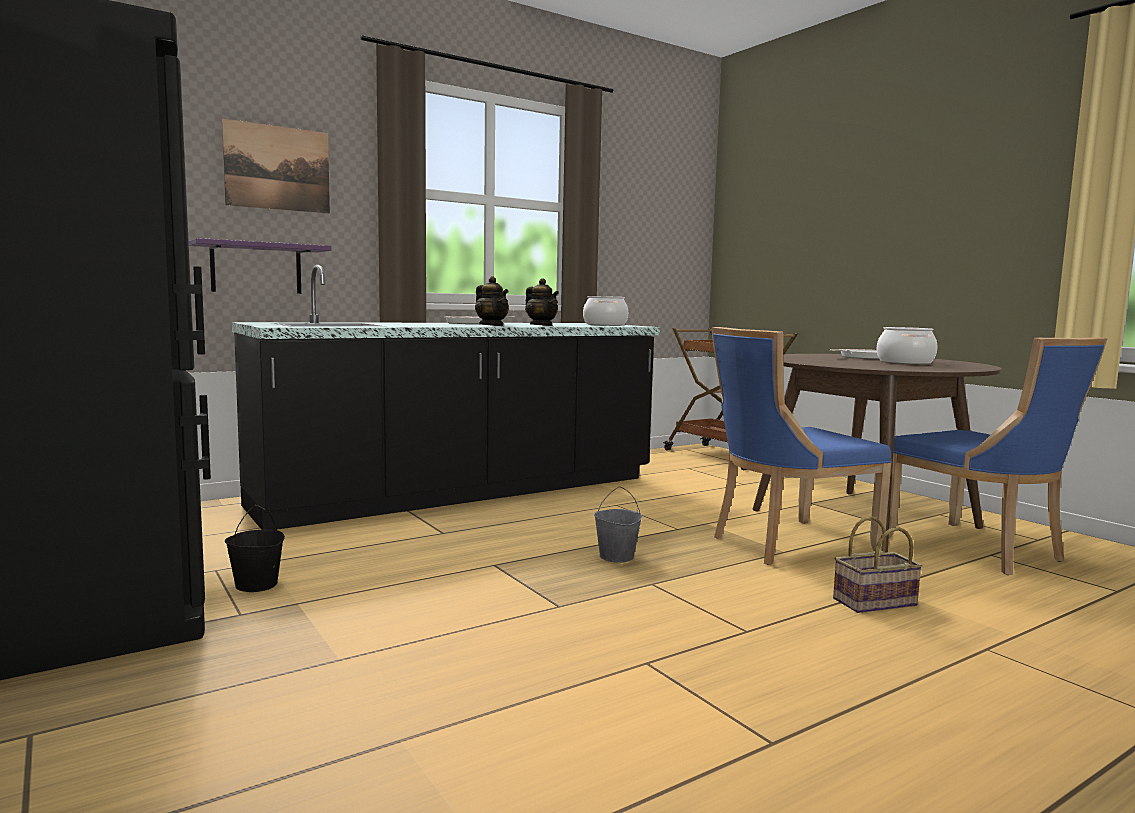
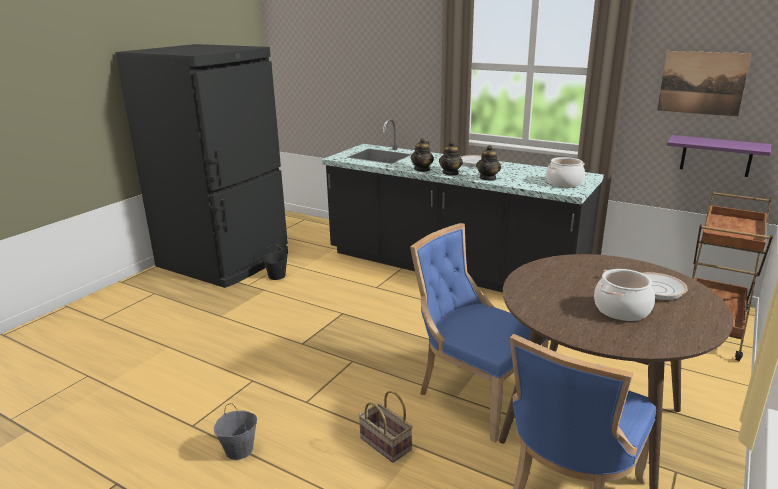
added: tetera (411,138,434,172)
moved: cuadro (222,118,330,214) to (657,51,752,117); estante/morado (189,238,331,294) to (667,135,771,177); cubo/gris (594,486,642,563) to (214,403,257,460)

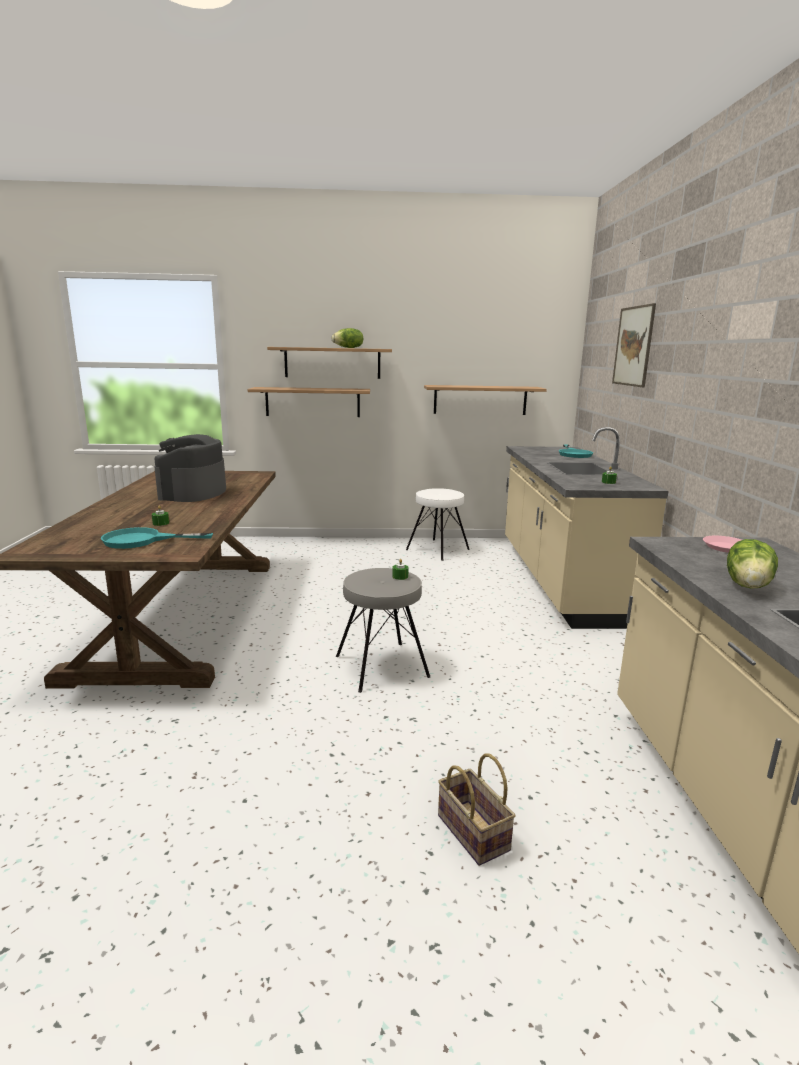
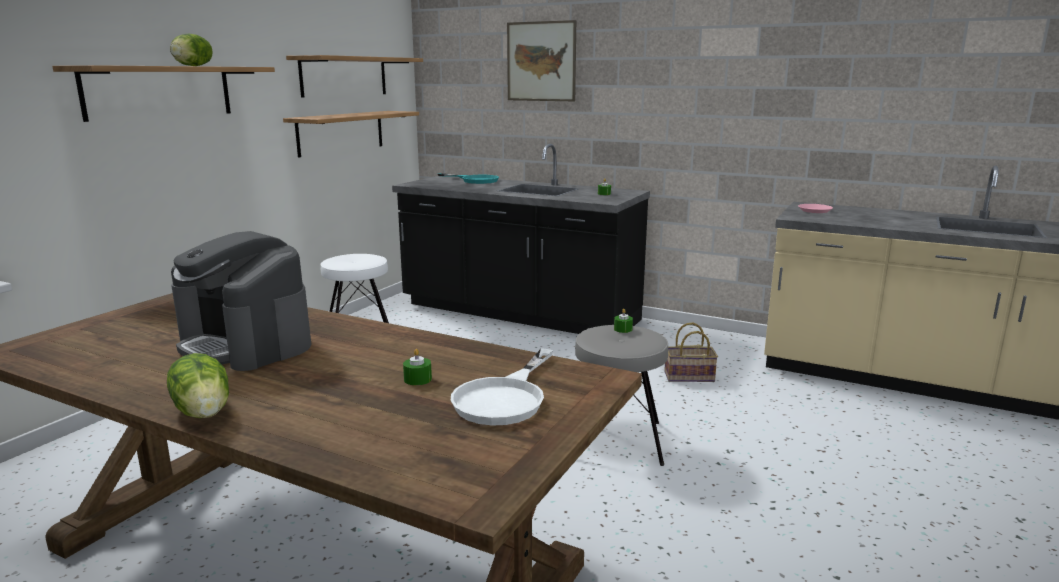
moved: estante (247,387,370,417) to (286,55,423,98); lechuga (727,539,778,589) to (167,353,229,418); cesta (438,753,516,866) to (664,322,718,382)
recoloured: mueble bajo de cocina/beis (505,427,669,629) to mueble bajo de cocina/negro (392,144,650,334); sartén/turquesa (101,527,213,549) to sartén/blanco (451,348,553,426)

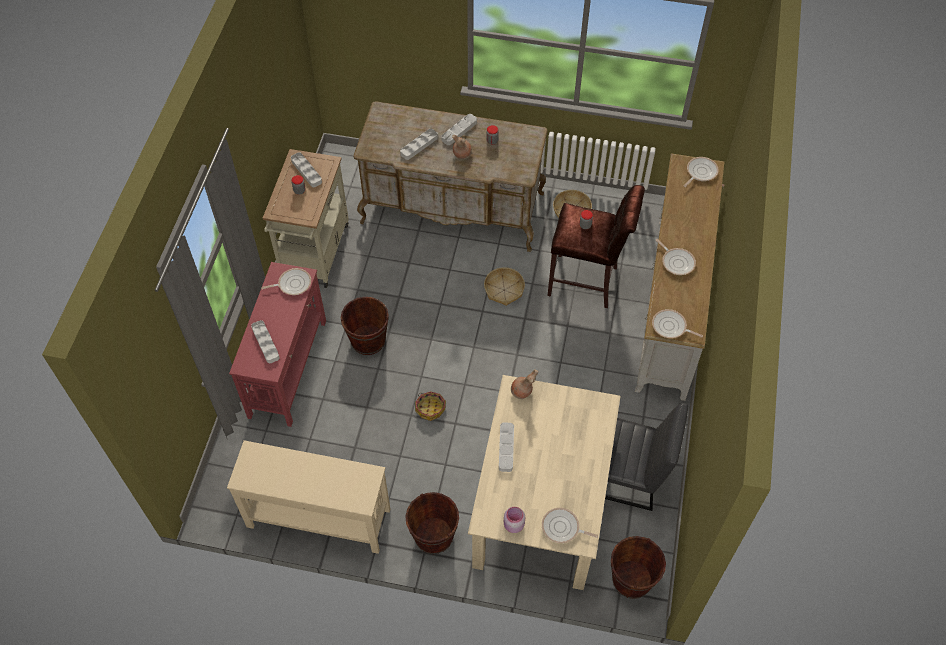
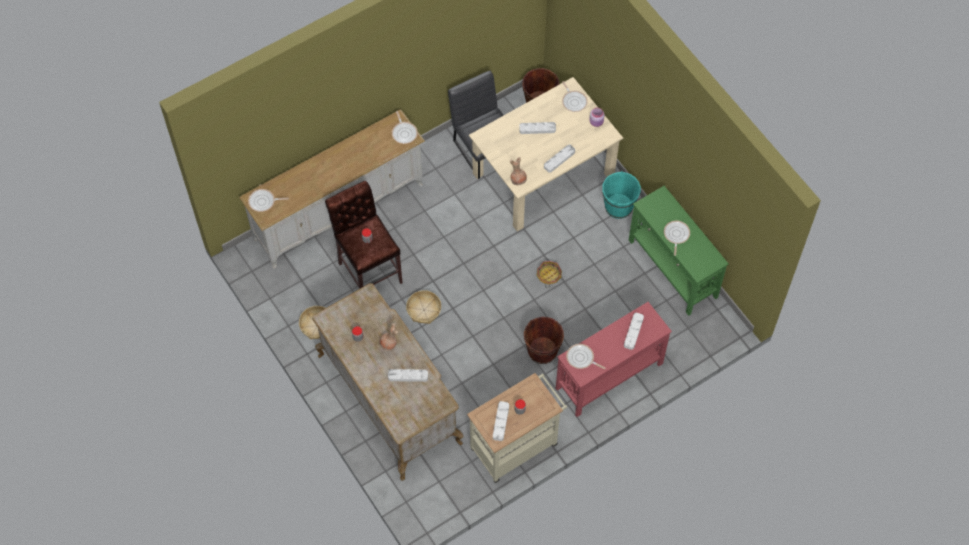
moved: bandeja/gris (441,114,477,145) to (519,122,556,134); sartén (656,239,696,275) to (664,221,690,256)
recoloured: mesa consola/beis (227,440,390,554) to mesa consola/verde (629,186,729,316); cubo/marrón (405,492,459,554) to cubo/turquesa (602,171,641,219)

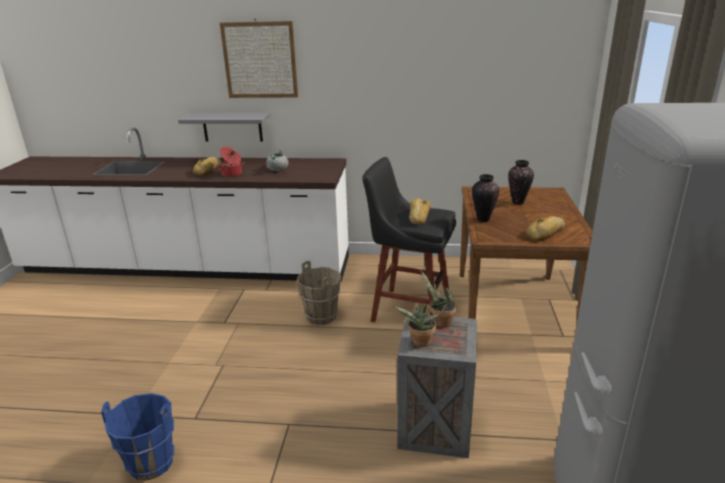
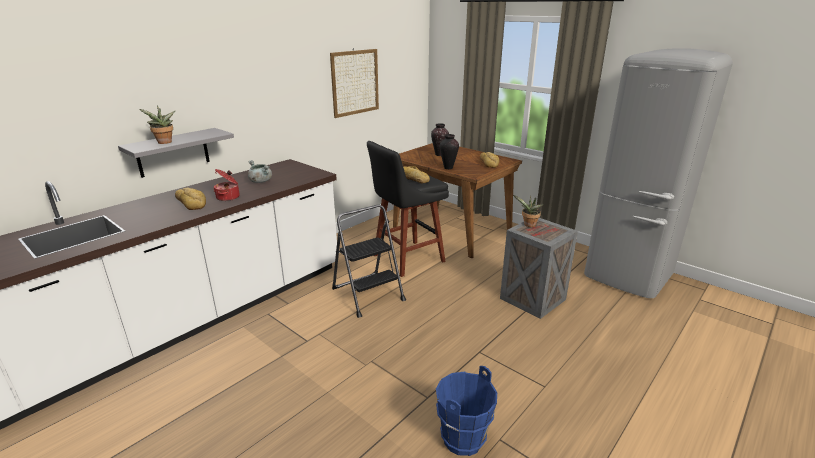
moved: cuadro (220,19,298,98) to (330,48,379,118); planta en maceta (394,303,441,347) to (139,105,175,144)
replaced: cubo/marrón (297,261,341,325) to escalera de tijera/negro (332,205,406,318)

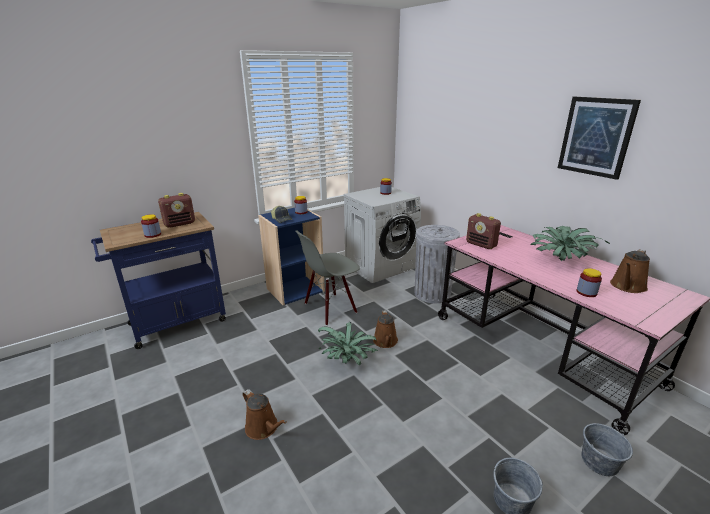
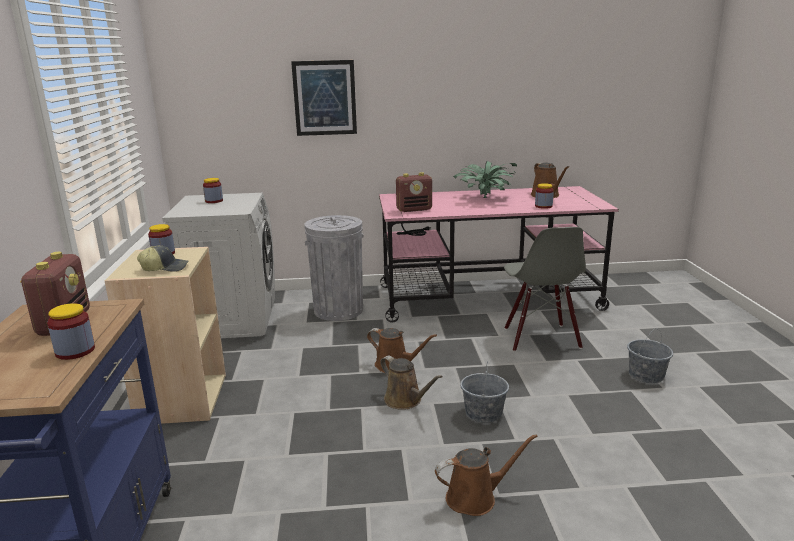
moved: cuadro (558,97,641,180) to (291,60,357,136); silla/gris (295,230,360,326) to (504,227,586,352); cubo/gris (581,423,633,476) to (460,361,509,423)
replaced: planta en maceta (318,322,378,366) to regadera/marrón (380,355,443,410)
recoloured: estantería/azul (258,208,325,305) to estantería/beis (105,247,226,424)

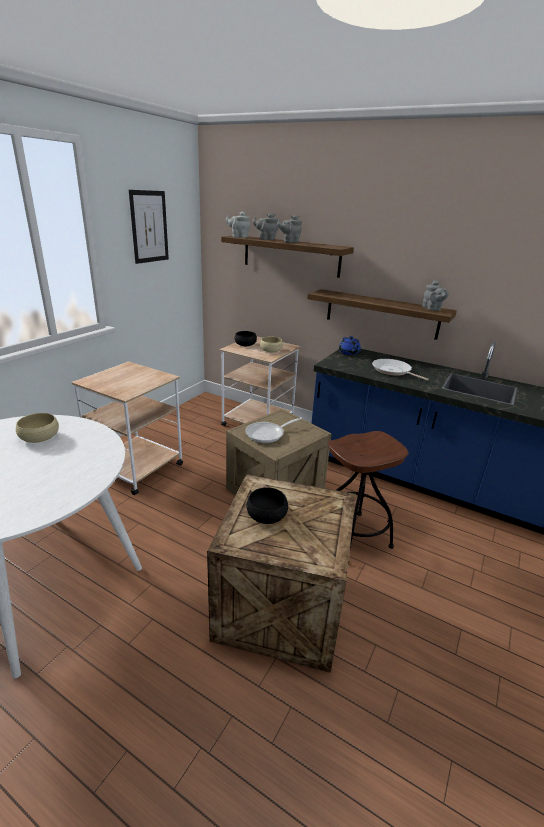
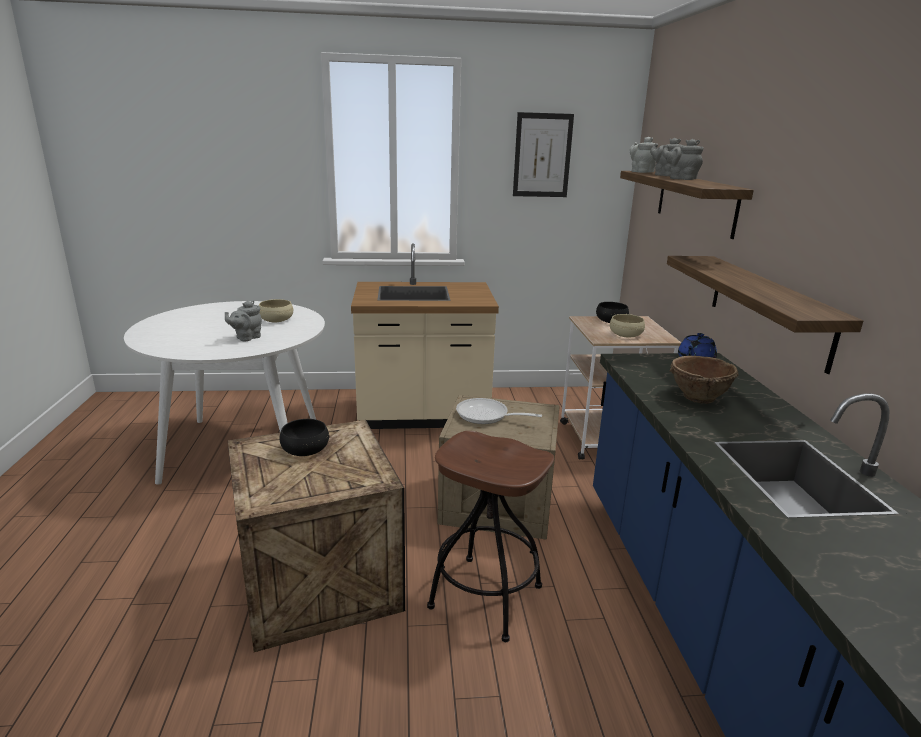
moved: tetera/gris (422,280,449,311) to (225,300,262,341)
replaced: sartén (372,359,429,380) to cuenco/marrón (669,356,739,404); carrito/beis (71,362,183,495) to mueble bajo de cocina/beis (351,243,499,429)

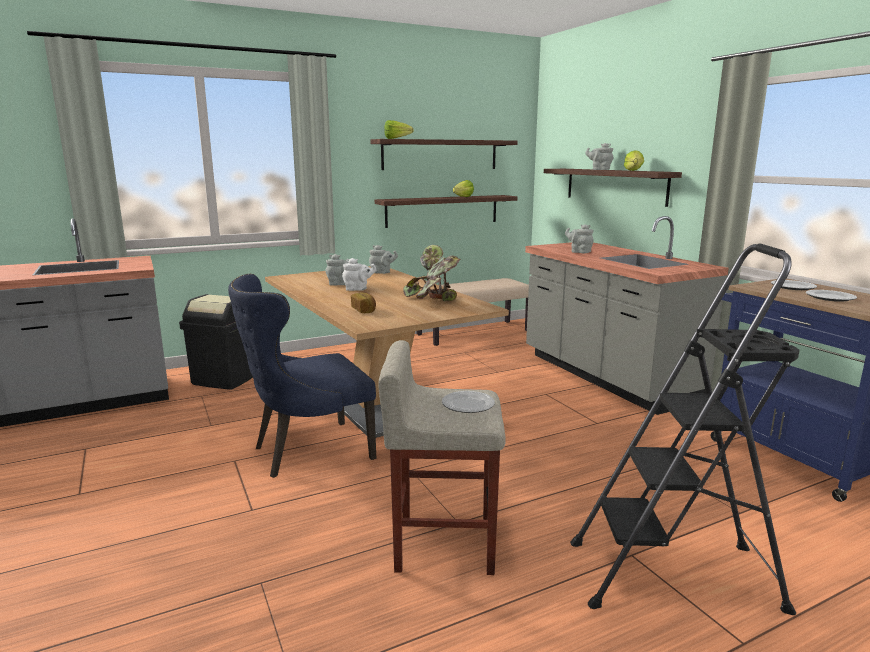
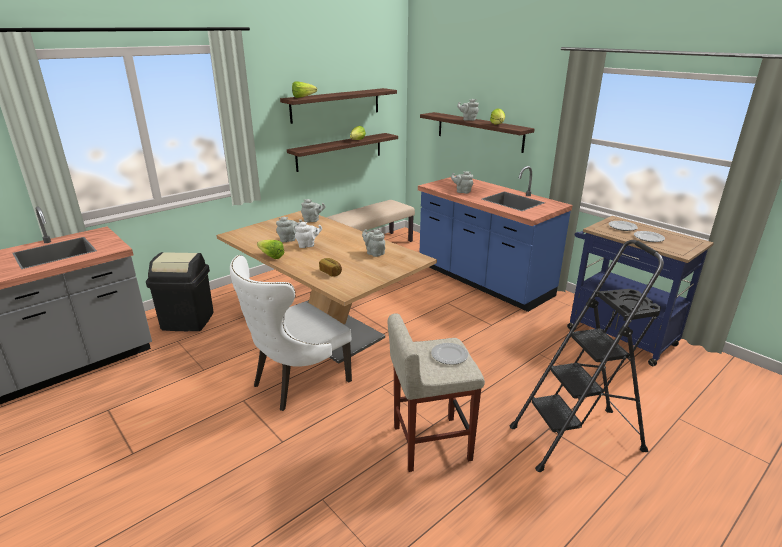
added: lechuga (257,240,284,259)
replaced: planta en maceta (403,245,461,302) to tetera/gris (362,229,385,257)
recoloured: mueble bajo de cocina/gris (525,216,729,415) to mueble bajo de cocina/azul (418,166,573,312); silla/azul (228,274,376,478) to silla/blanco (230,255,352,411)

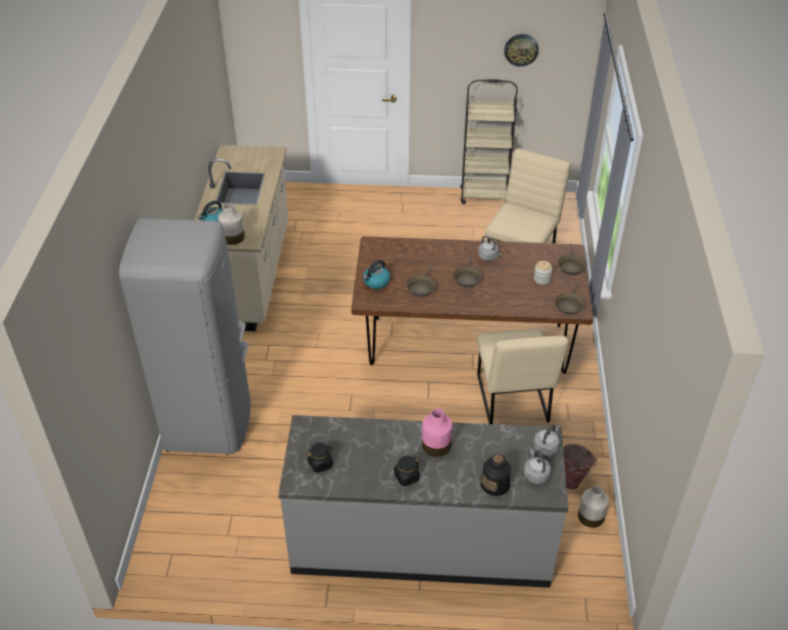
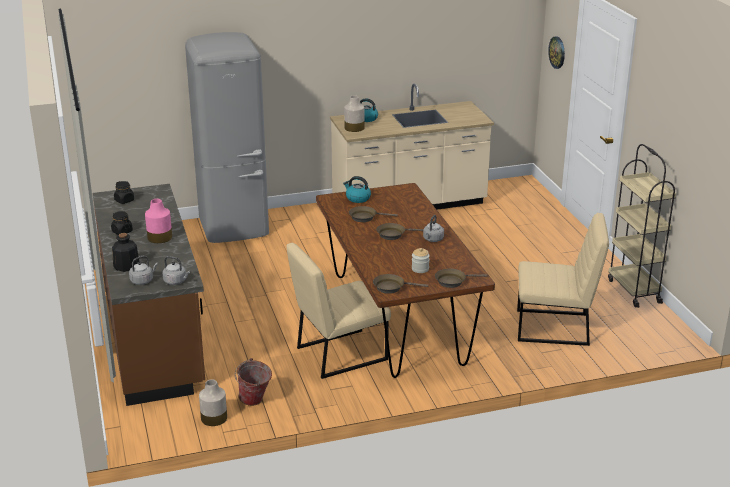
moved: reloj de pared (504,34,539,67) to (548,36,565,69)
recoloured: mueble bajo de cocina/gris (278,415,568,588) to mueble bajo de cocina/marrón (92,184,205,406)

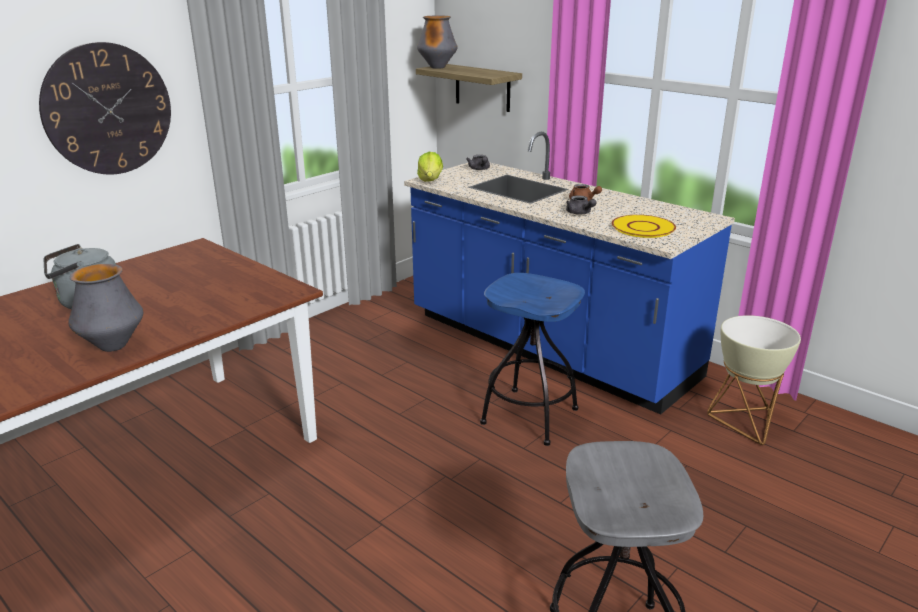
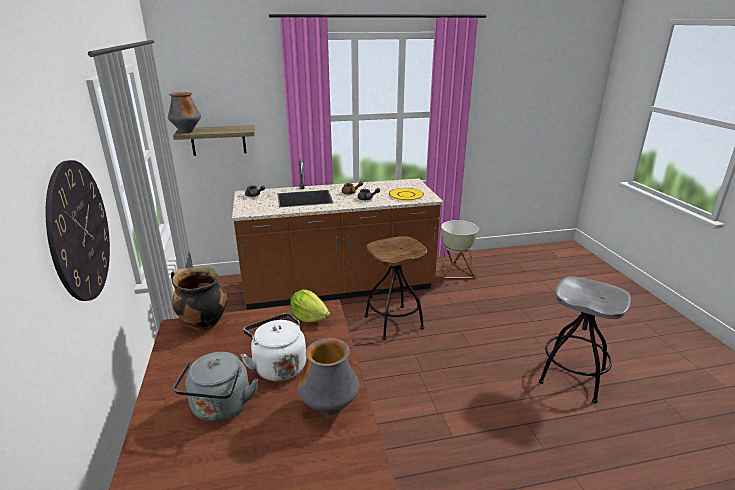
added: olla (171,267,227,330); hervidor/blanco (241,313,306,381)
moved: lechuga (417,152,443,182) to (290,289,330,322)
recoloured: mueble bajo de cocina/azul (404,132,735,414) to mueble bajo de cocina/marrón (232,159,443,310); taburete/azul (480,273,585,446) to taburete/marrón (365,236,427,340)

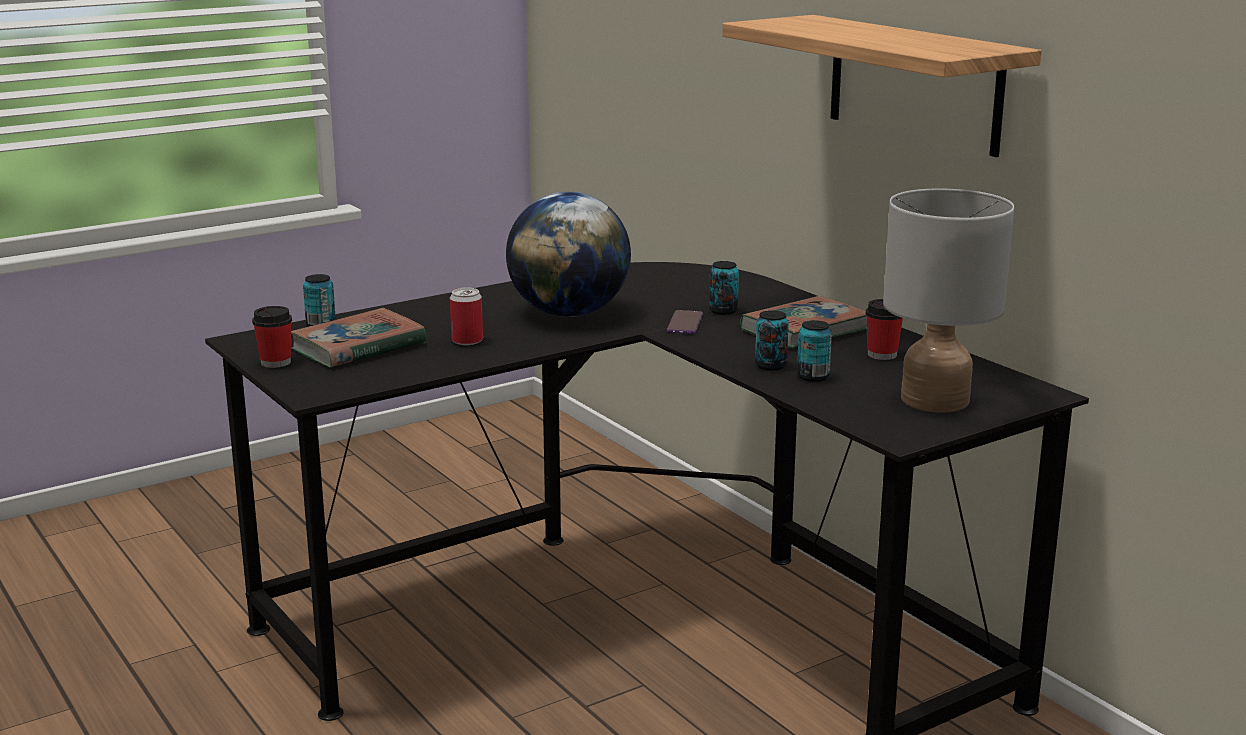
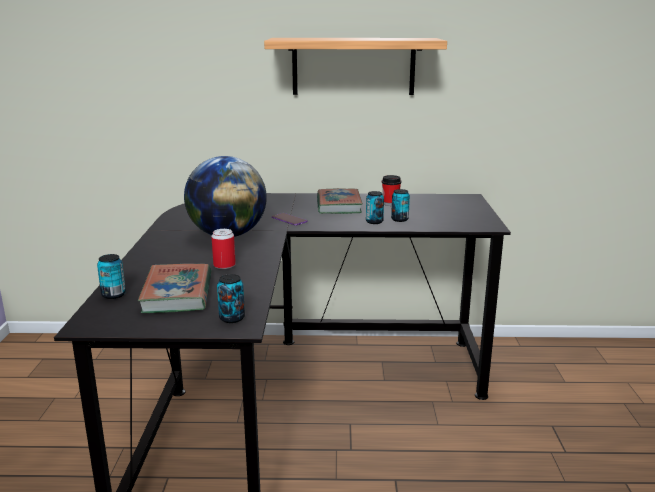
removed: lámpara de mesa/gris (883,189,1014,413); taza (252,306,292,368)
moved: lata (709,261,739,315) to (217,274,245,323)

